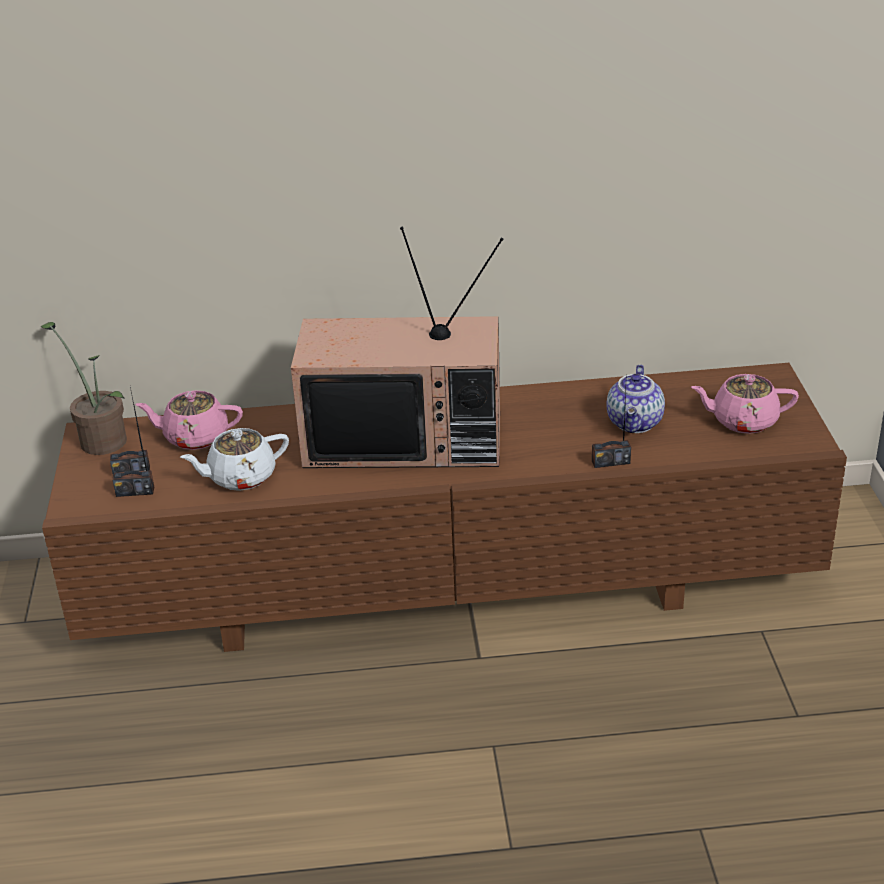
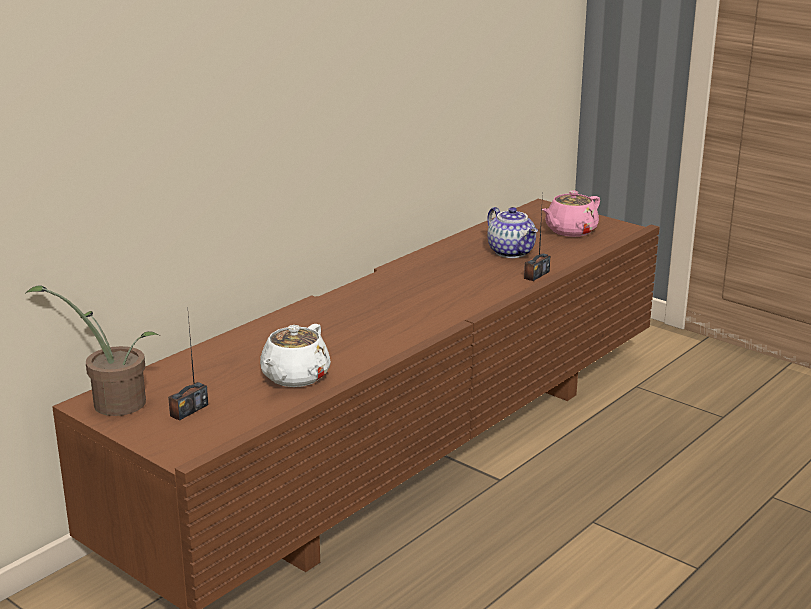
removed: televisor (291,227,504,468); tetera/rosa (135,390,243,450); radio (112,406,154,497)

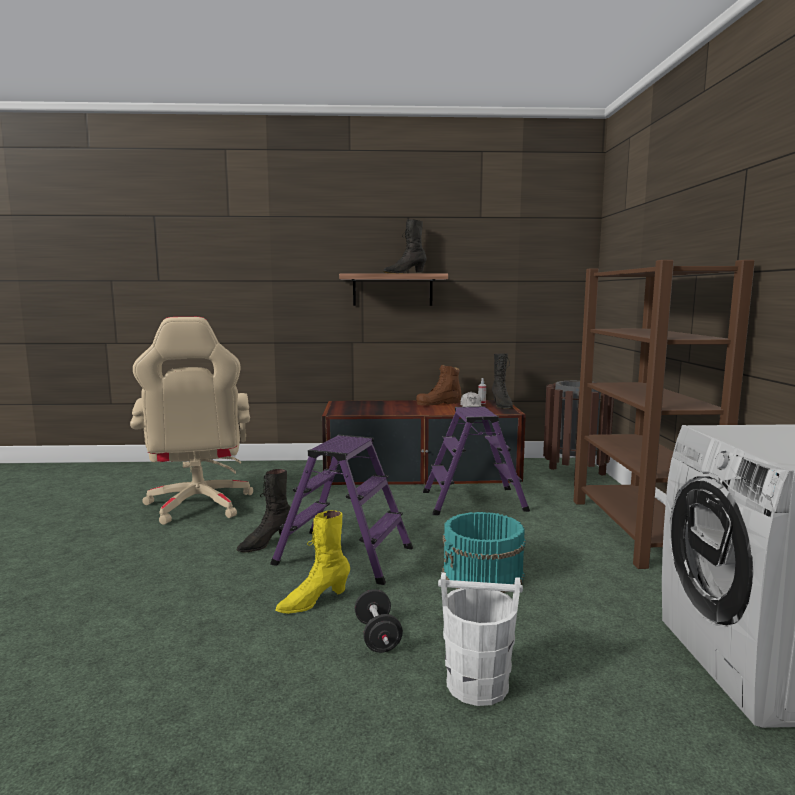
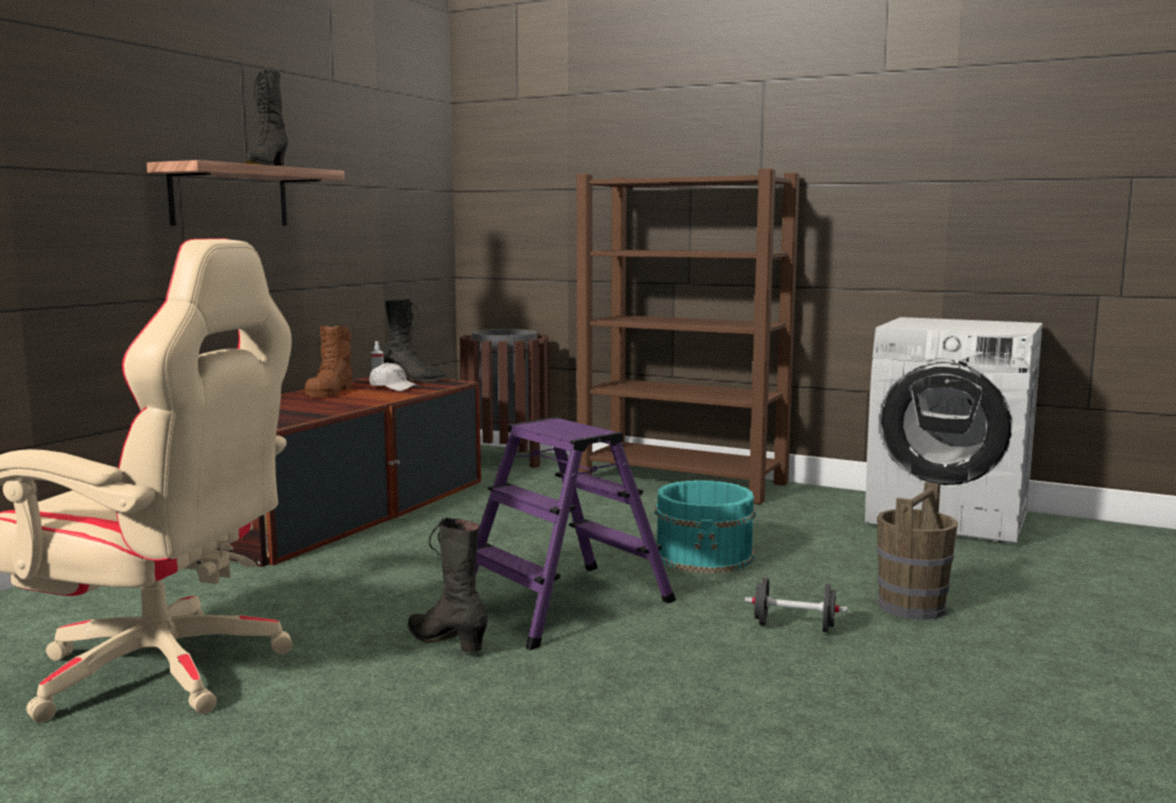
removed: escalera de tijera/morado (423,406,530,515); bota/amarillo (275,510,350,614)
recoloured: cubo/blanco (438,572,523,706) to cubo/marrón (877,482,958,620)
turned: bota/negro (236,469,291,552) = (408,518,488,652) 150 degrees clockwise

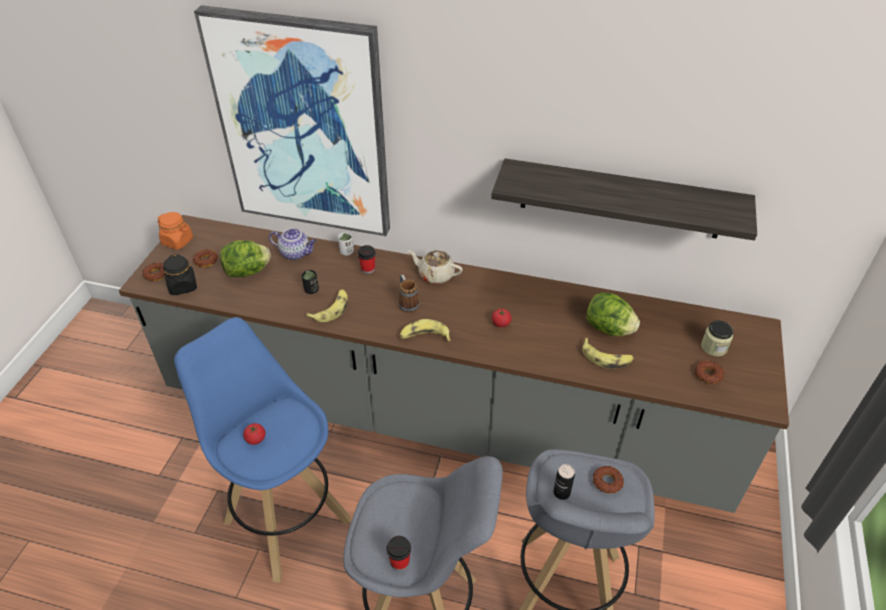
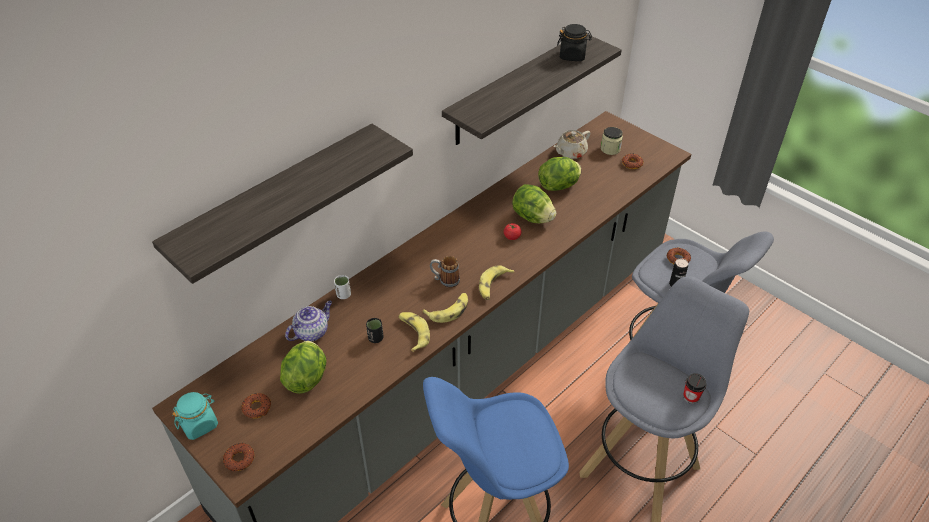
removed: taza (358,245,376,274); tomate (243,423,266,445)
added: lechuga (512,184,556,223)
moved: tetera/beis (408,250,463,284) to (553,130,591,159); tarro/negro (163,254,197,295) to (557,24,592,61); plátano (582,338,634,369) to (422,293,468,323)
replaced: cuadro (194,5,390,236) to estante (152,123,413,284)
recoloured: tarro/naranja (158,212,193,250) to tarro/turquesa (172,392,218,440)

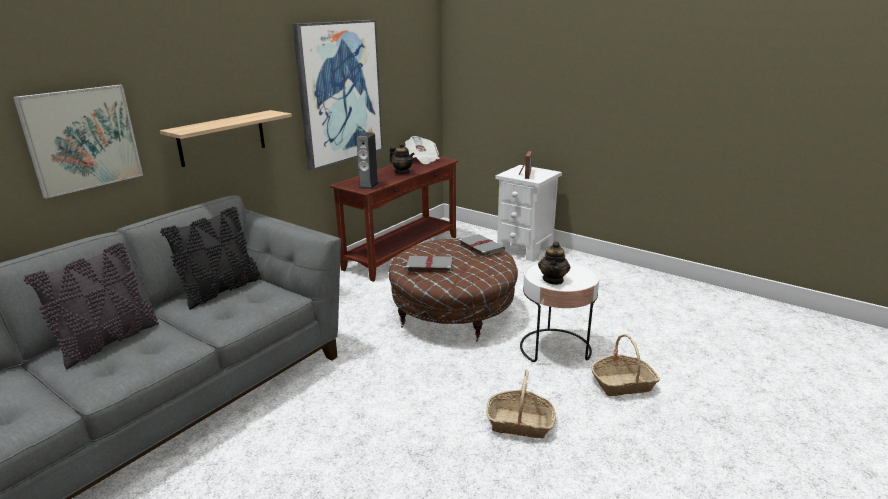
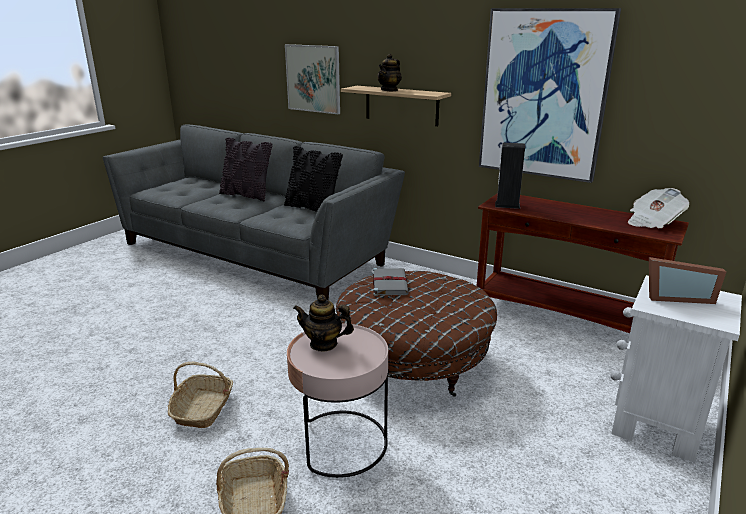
removed: libro/gris (458,234,505,257)
moved: tetera (389,143,415,174) to (377,54,402,91)
recoloured: mesa auxiliar/blanco (520,260,600,362) to mesa auxiliar/rosa (287,323,389,478)

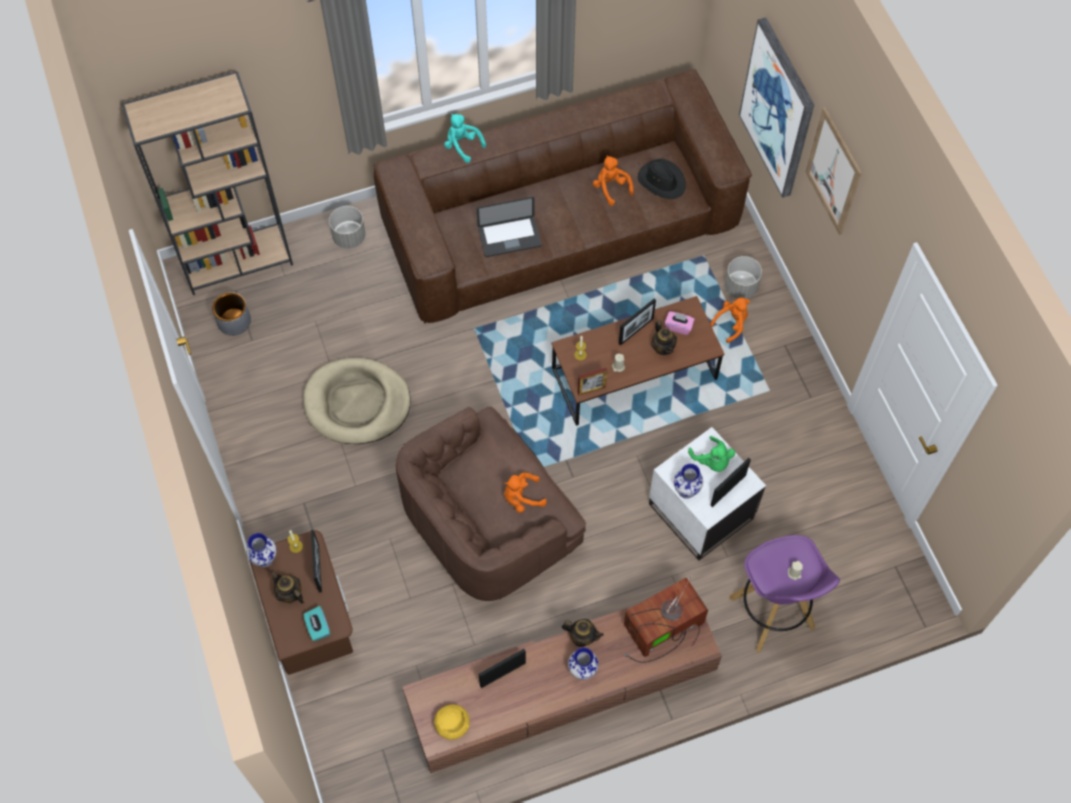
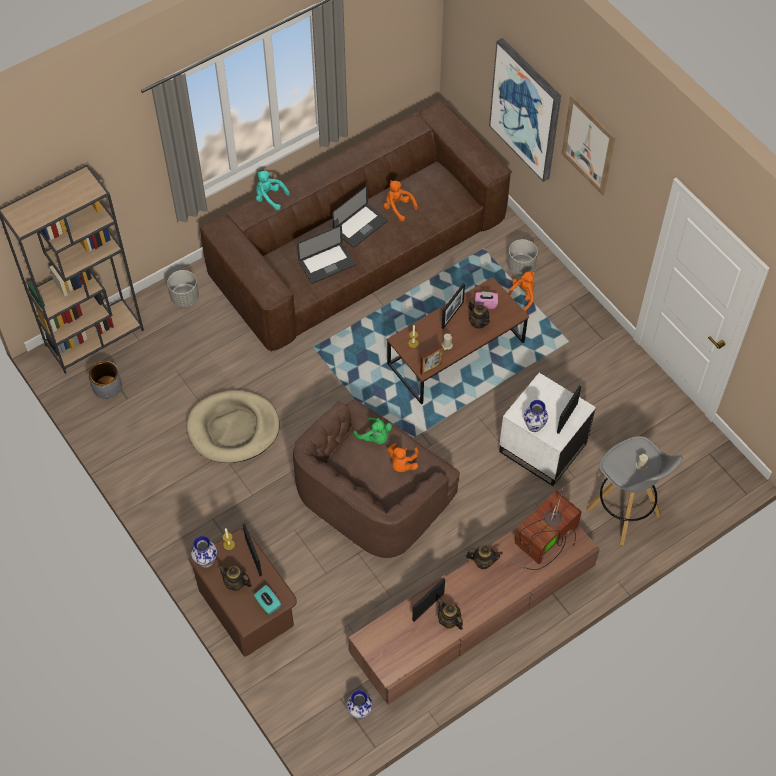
removed: sombrero/negro (638,159,686,199); cuenco/amarillo (434,704,470,740)
added: portátil (332,186,388,248); tetera (437,598,463,630)
moved: peluche/verde (688,436,735,472) to (354,418,392,444); florero (568,647,599,680) to (347,690,373,719)
recoloured: taburete/morado (729,535,840,653) to taburete/gris (586,436,683,546)
turned: peluche/naranja (504,473,547,513) = (388,443,419,472) 45 degrees counterclockwise

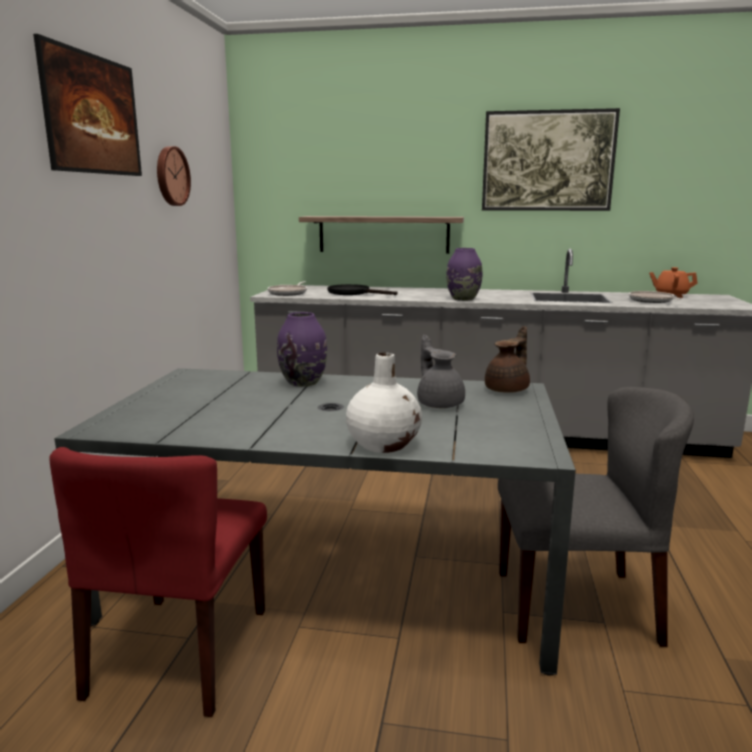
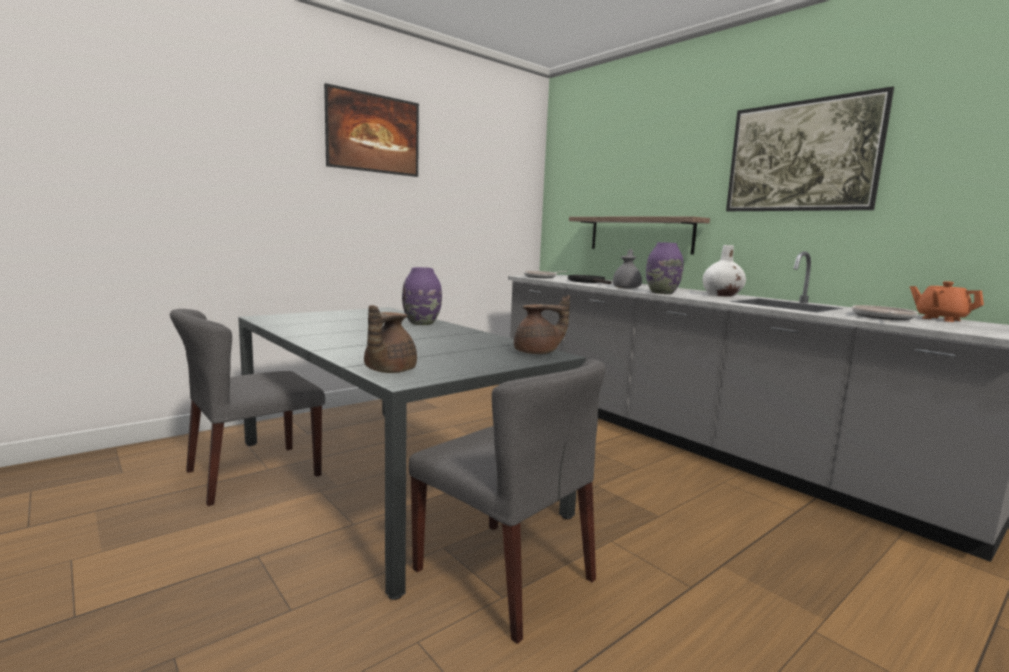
removed: reloj de pared (157,146,191,206)
added: tetera/marrón (364,305,417,373)
moved: tetera/gris (417,335,465,408) to (613,249,642,289); florero/blanco (346,352,422,453) to (702,245,746,297)
recoloured: silla/rojo (49,447,267,717) to silla/gris (170,309,325,506)

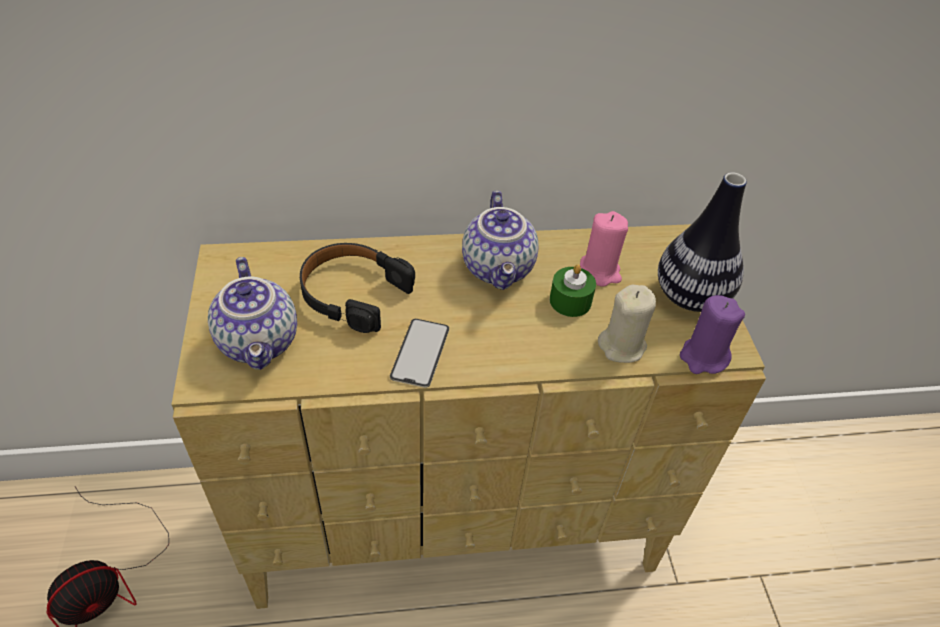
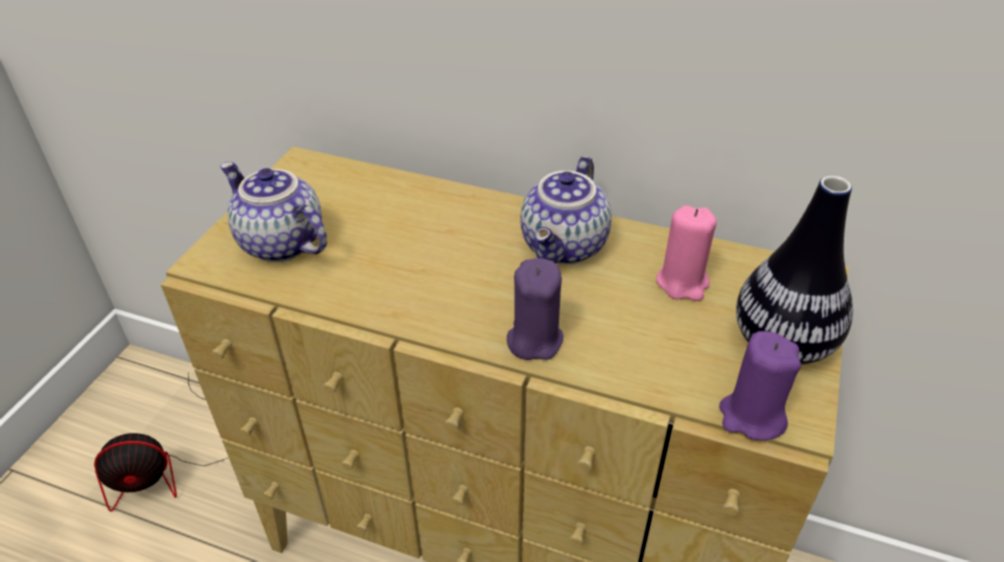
removed: auriculares/negro (300,243,415,333); vela/verde (550,264,596,317); vela/beis (598,285,656,363); móvil (390,319,449,388)
added: vela/morado (507,258,563,360)
turned: tetera (208,257,297,370) = (220,162,327,262) 120 degrees clockwise

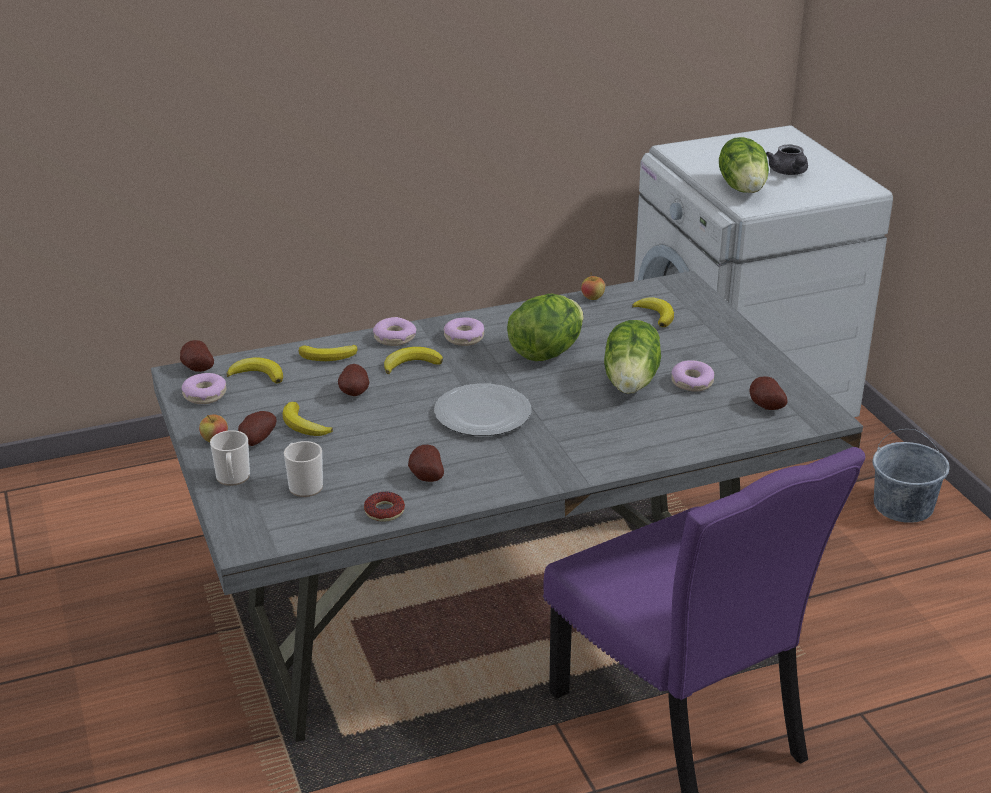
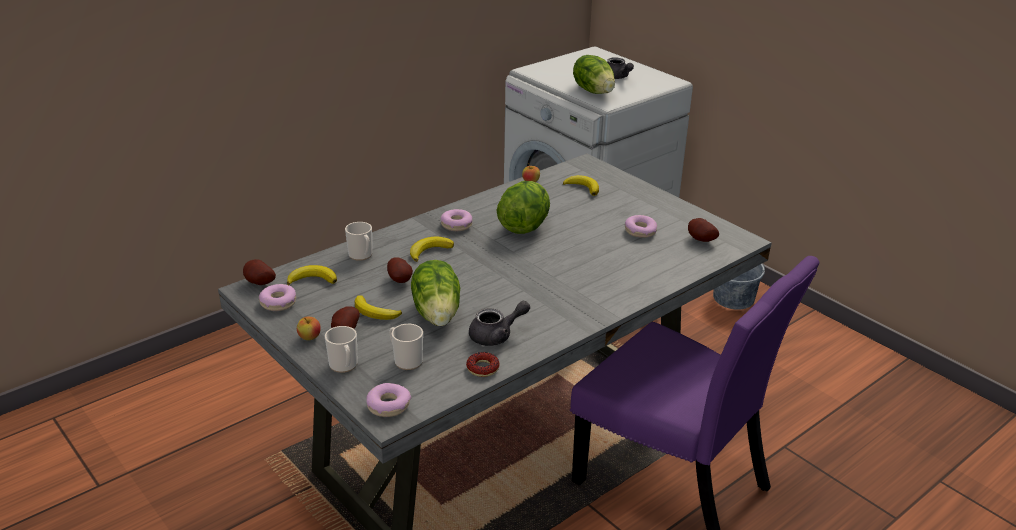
removed: plato (434,383,531,436)
moved: rosquilla (373,317,416,346) to (366,383,411,417); lechuga (604,320,661,394) to (411,260,460,326)
replaced: plátano (299,345,357,361) to taza grande (345,222,372,261); patata (408,445,444,482) to tetera/gris (469,301,530,346)

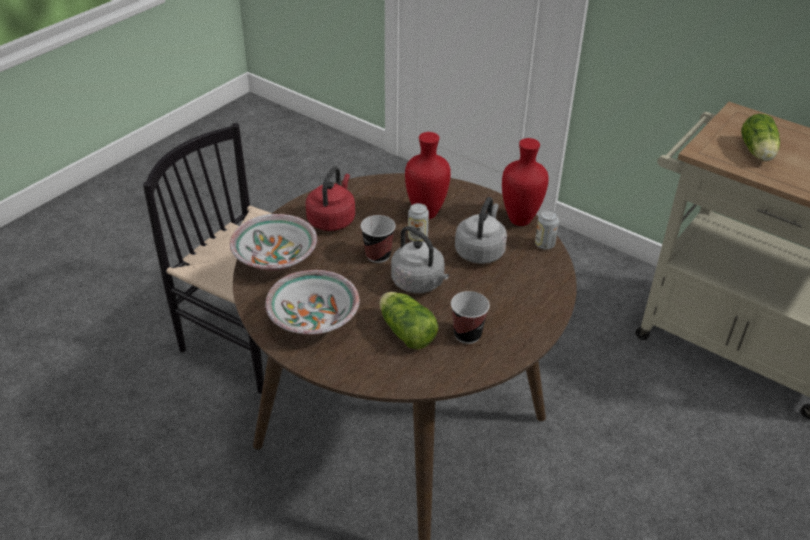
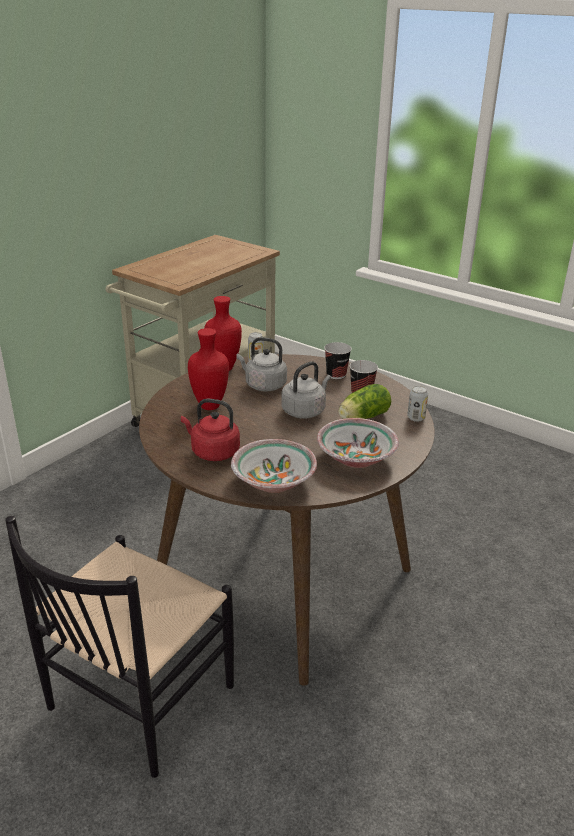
removed: lechuga (741,114,780,161)
moved: lata (408,203,429,242) to (407,386,428,422); taza (361,215,396,263) to (324,342,352,379)

